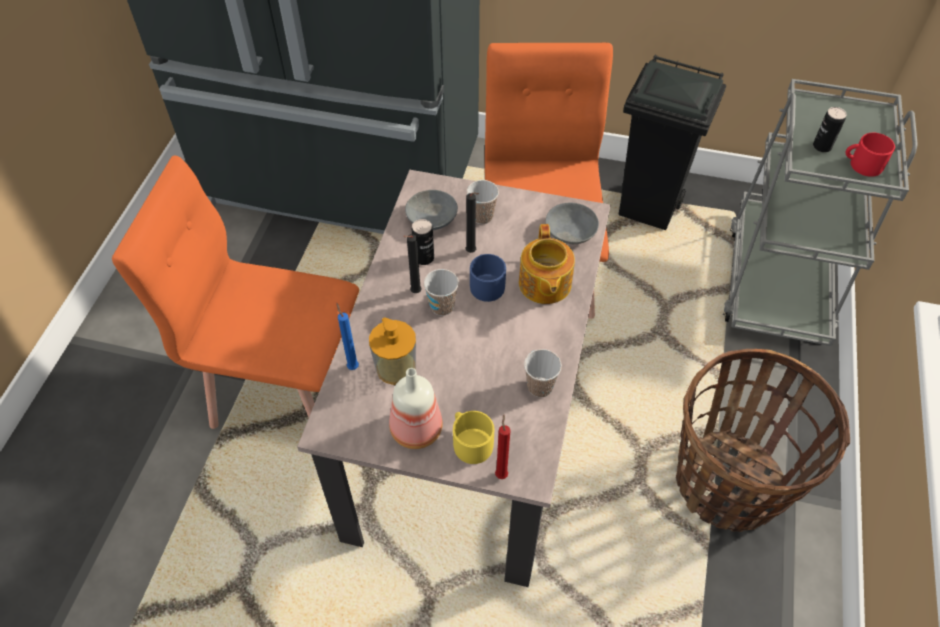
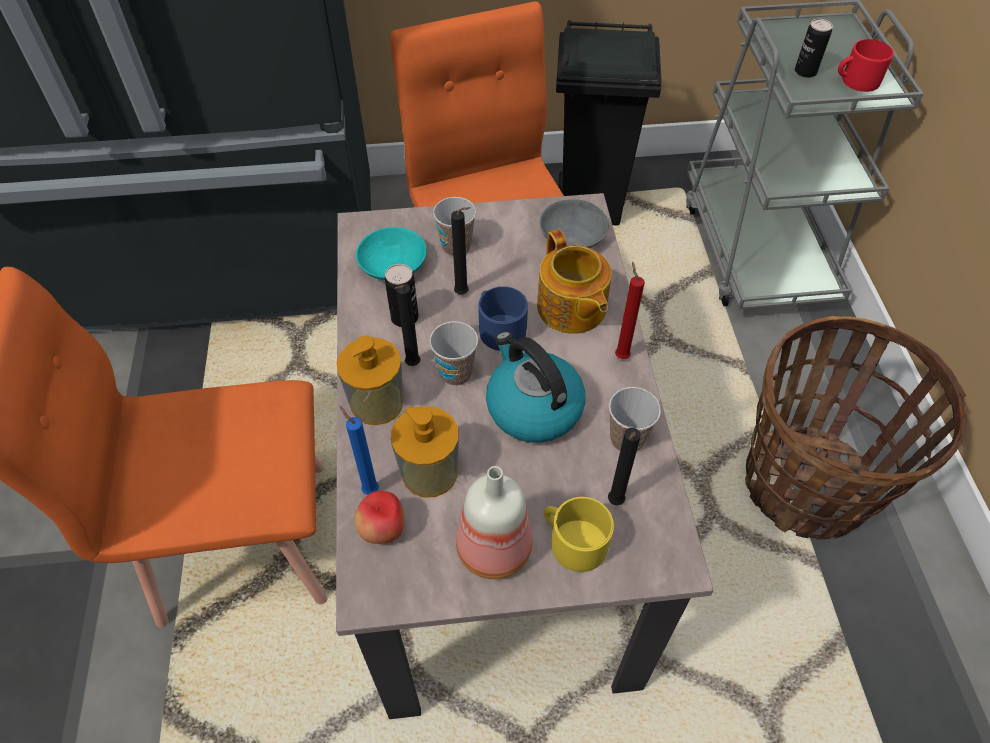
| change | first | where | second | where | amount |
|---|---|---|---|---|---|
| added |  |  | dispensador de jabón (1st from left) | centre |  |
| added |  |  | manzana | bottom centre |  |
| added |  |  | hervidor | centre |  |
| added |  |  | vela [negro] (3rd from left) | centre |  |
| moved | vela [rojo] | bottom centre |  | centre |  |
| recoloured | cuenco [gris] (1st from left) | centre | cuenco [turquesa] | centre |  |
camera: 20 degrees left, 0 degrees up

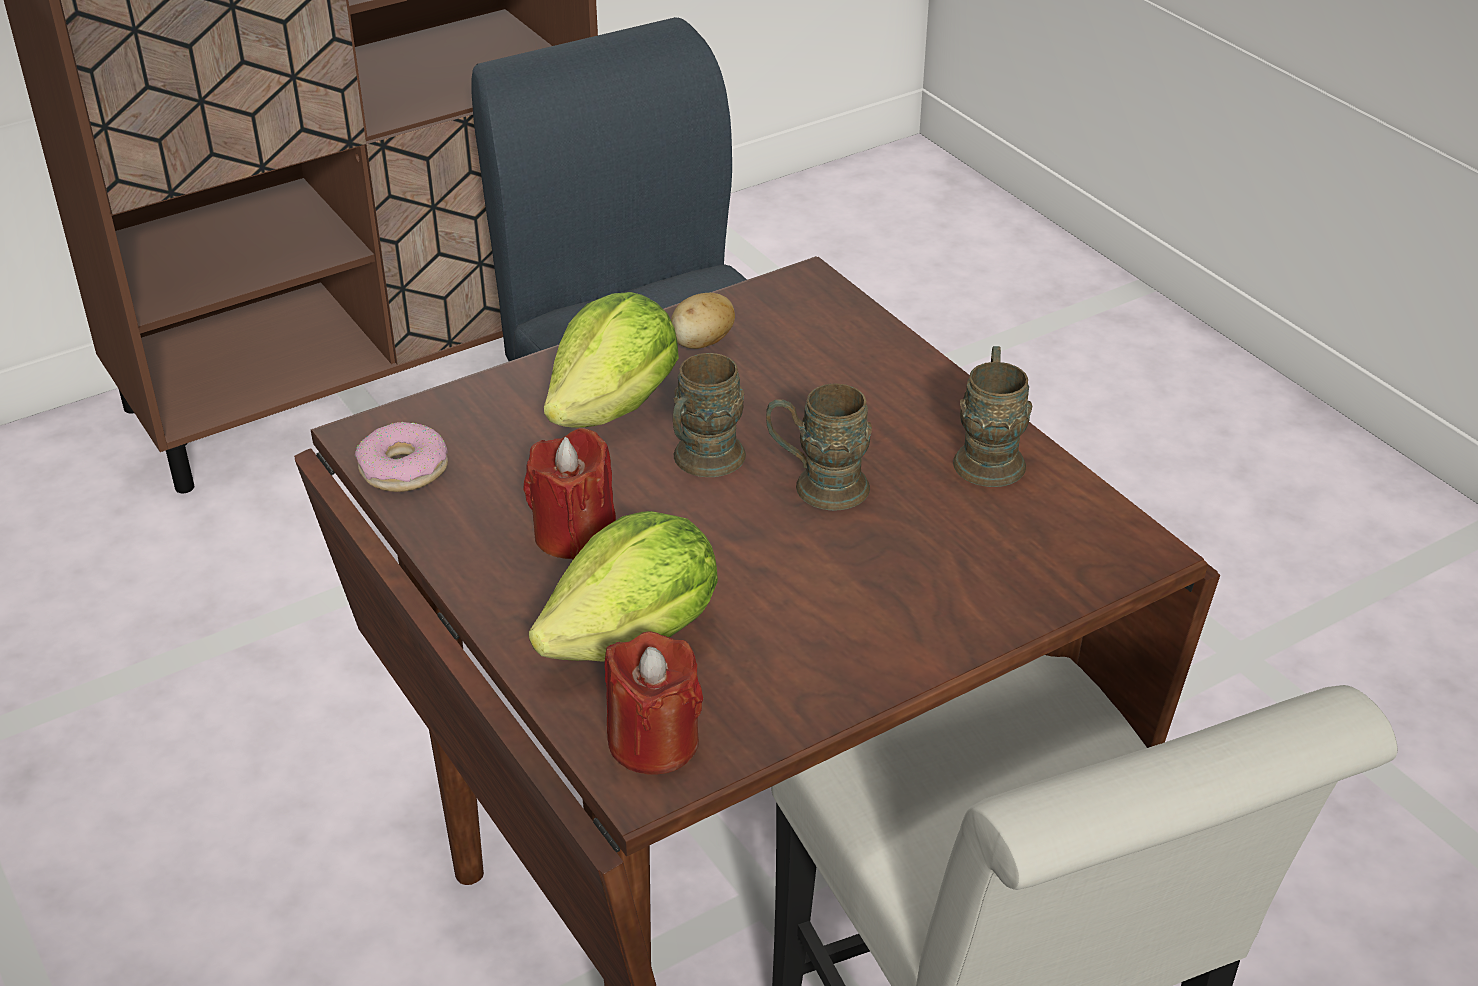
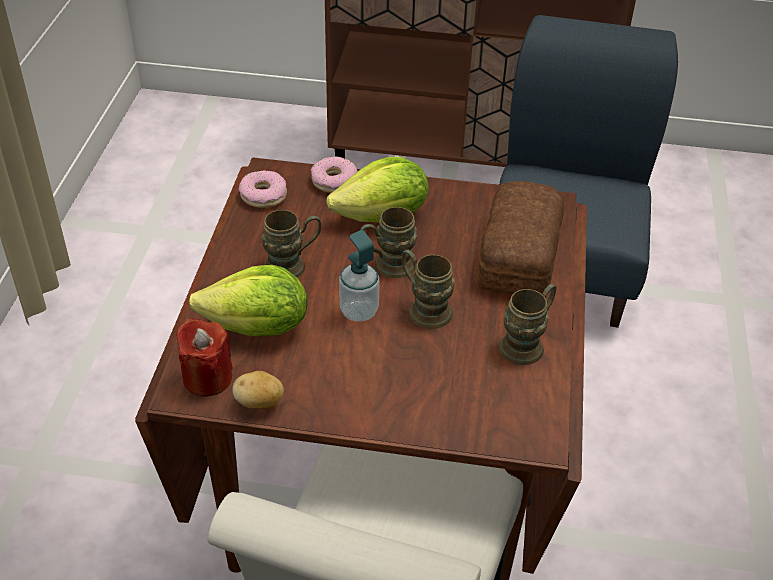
| change | first | where | second | where | amount |
|---|---|---|---|---|---|
| added |  |  | rosquilla (2nd from left) | top centre |  |
| added |  |  | dispensador de jabón | centre |  |
| added |  |  | pan | middle right |  |
| moved | patata | top centre |  | bottom centre |  |
| replaced | vela [rojo] (1st from left) | centre | taza grande [marrón] (1st from left) | centre |  |
camera: 40 degrees right, 5 degrees up

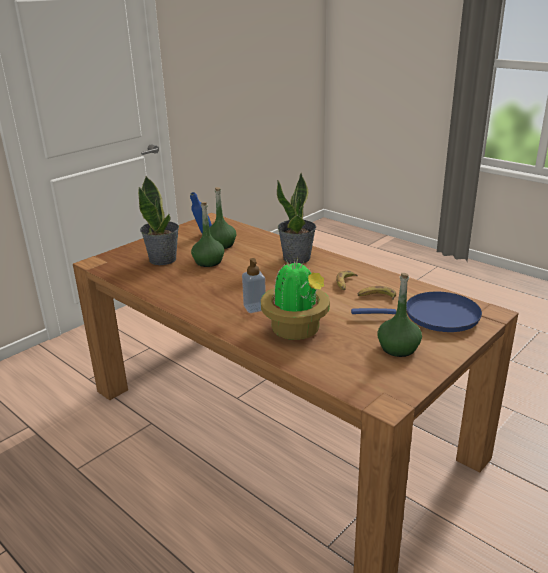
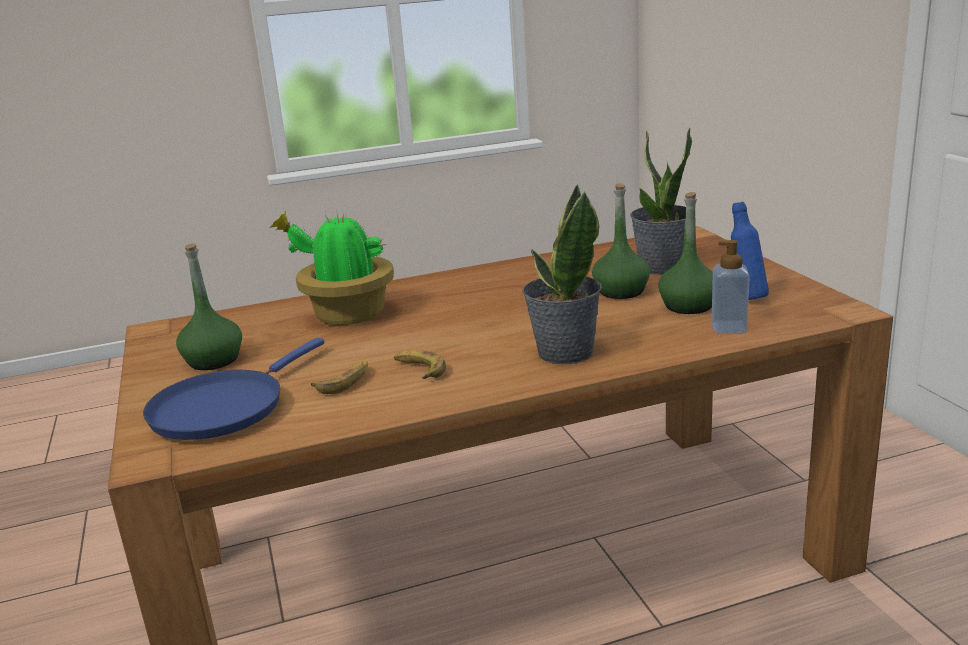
| change | first | where | second | where | amount |
|---|---|---|---|---|---|
| moved | dispensador de jabón | centre |  | middle right |  |
camera: 120 degrees right, 5 degrees down

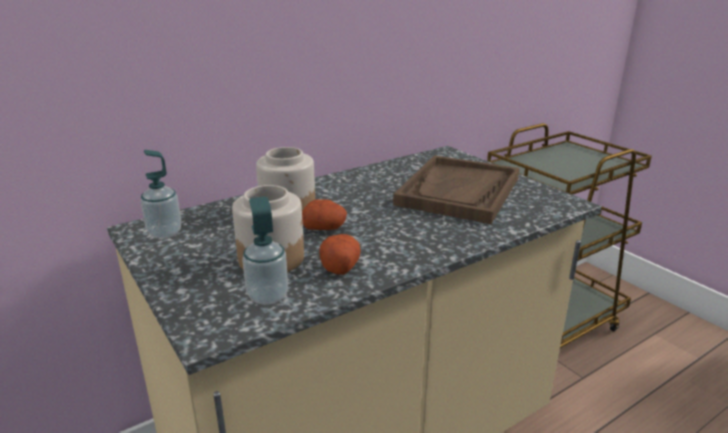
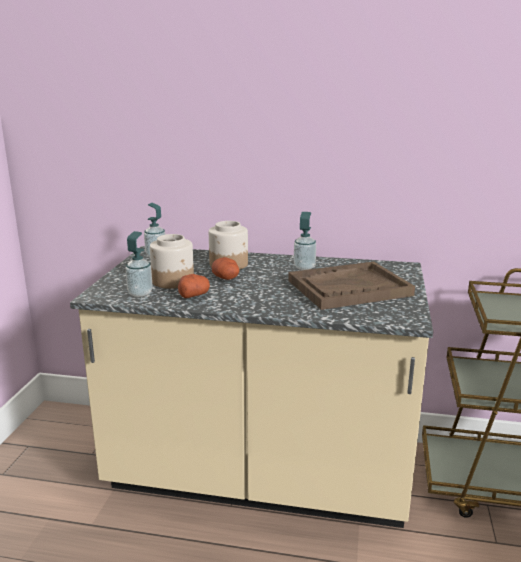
| change | first | where | second | where | amount |
|---|---|---|---|---|---|
| added |  |  | dispensador de jabón (3rd from left) | centre |  |
camera: 45 degrees right, 5 degrees down

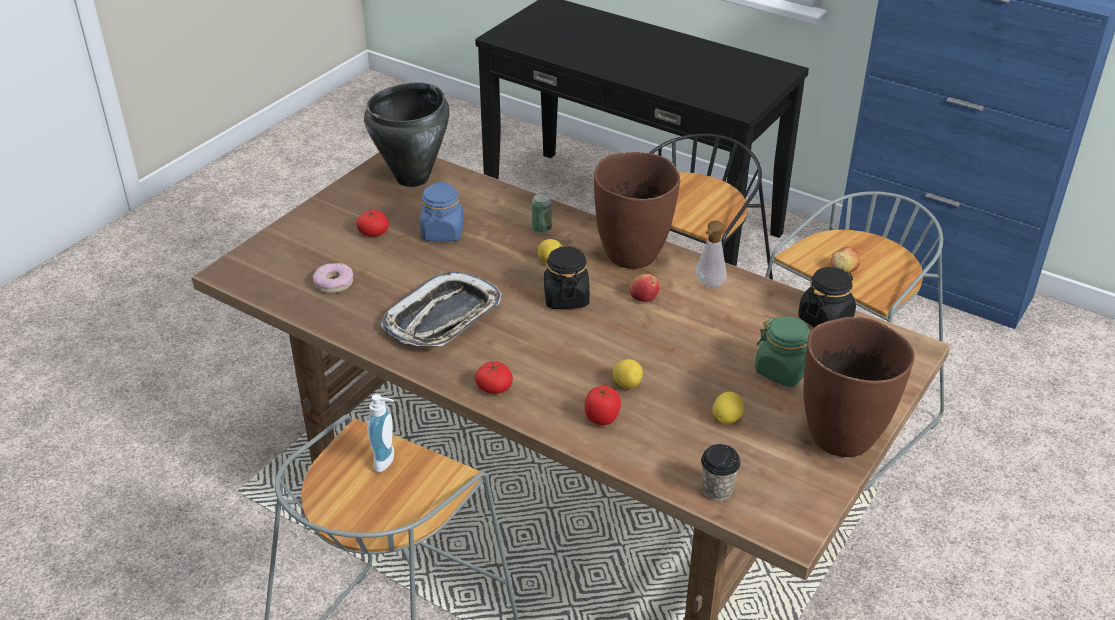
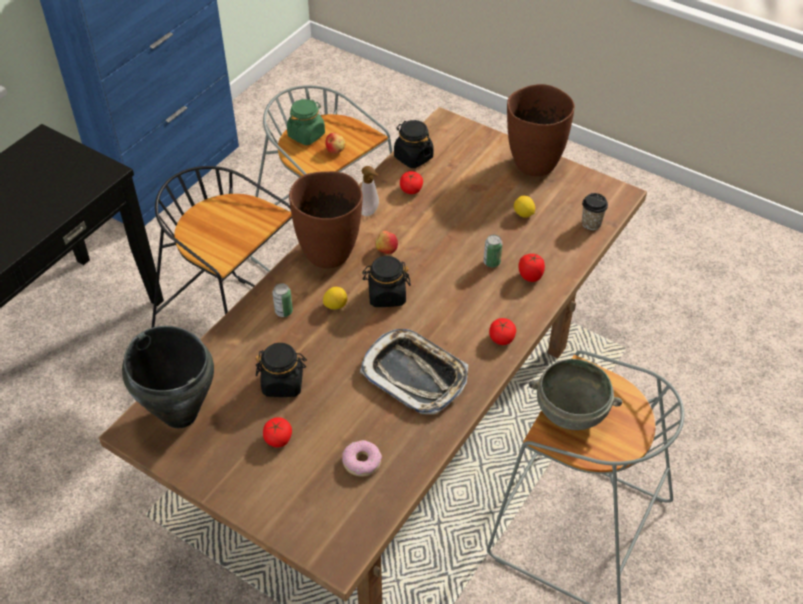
| change | first | where | second | where | amount |
|---|---|---|---|---|---|
| added |  |  | tomate (2nd from left) | top centre |  |
| moved | tarro [verde] | middle right |  | top centre |  |
| replaced | dispensador de jabón (1st from left) | bottom centre | cuenco [gris] | middle right |  |
| replaced | limón (2nd from left) | centre | lata (2nd from left) | centre |  |
| recoloured | tarro [azul] | centre | tarro [negro] (1st from left) | centre |  |
camera: 90 degrees left, 10 degrees up

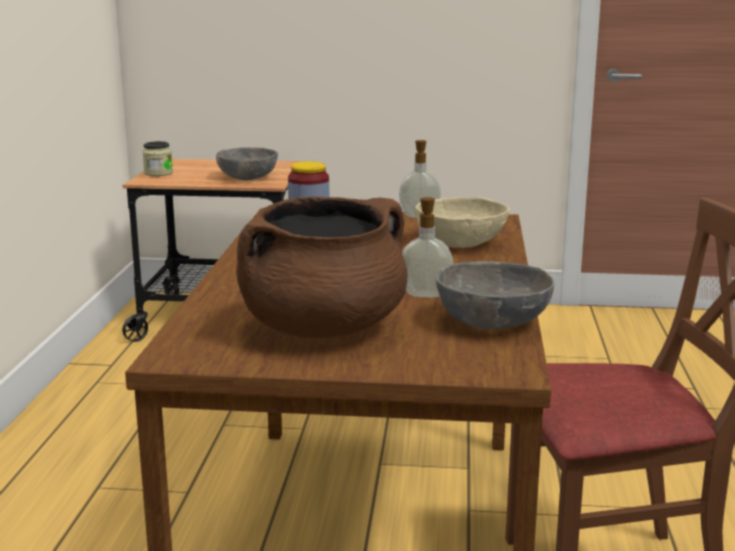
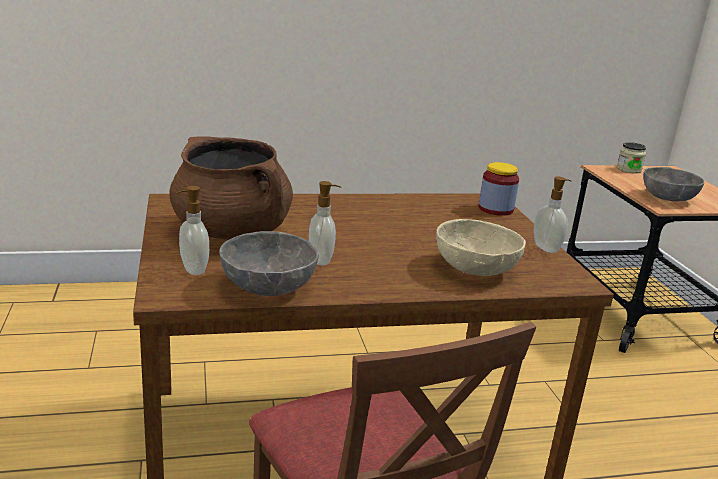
| change | first | where | second | where | amount |
|---|---|---|---|---|---|
| added |  |  | dispensador de jabón (1st from left) | middle left |  |
camera: 70 degrees right, 5 degrees up

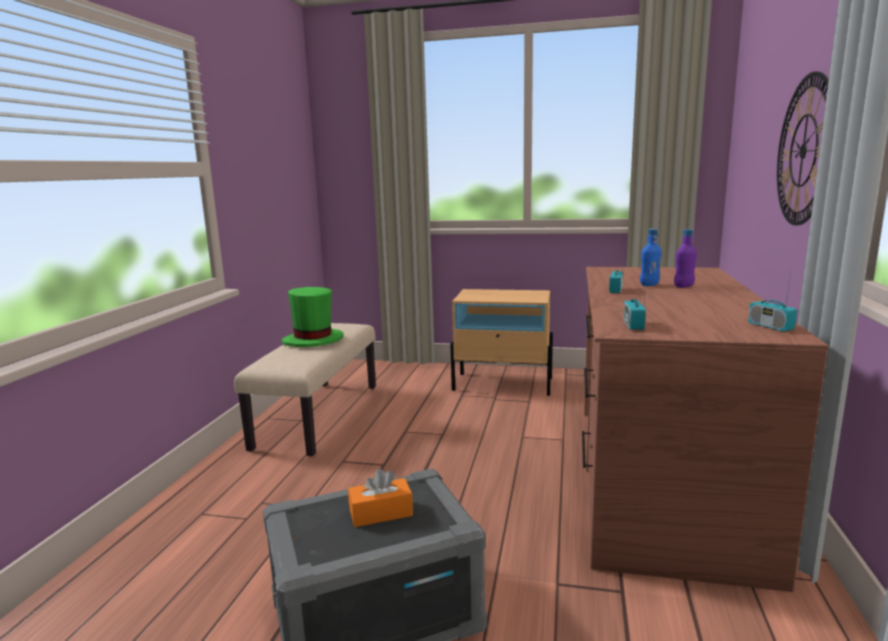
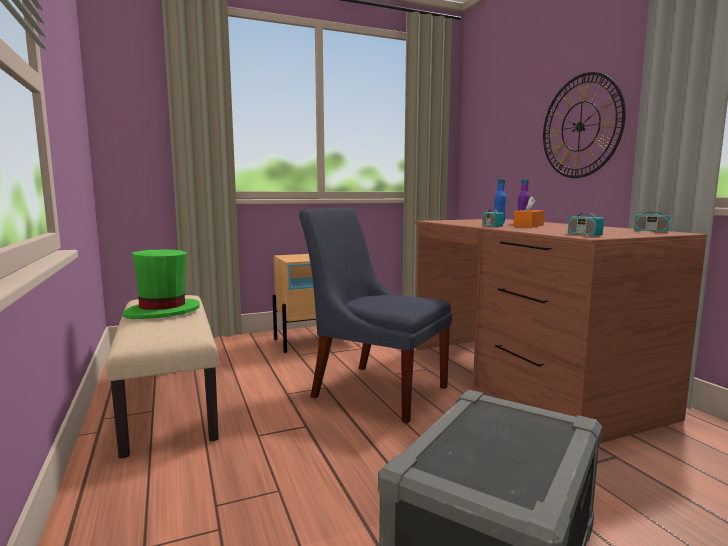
| change | first | where | second | where | amount |
|---|---|---|---|---|---|
| added |  |  | silla [azul] | centre |  |
| moved | caja de pañuelos [naranja] | bottom centre |  | middle right |  |
camera: 35 degrees left, 5 degrees down

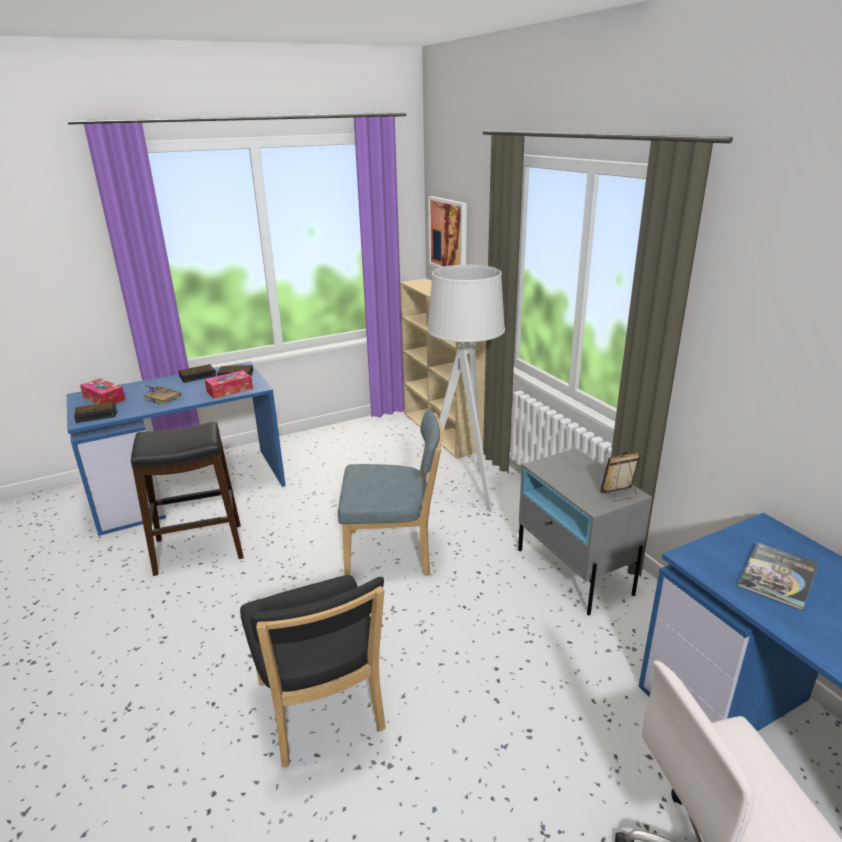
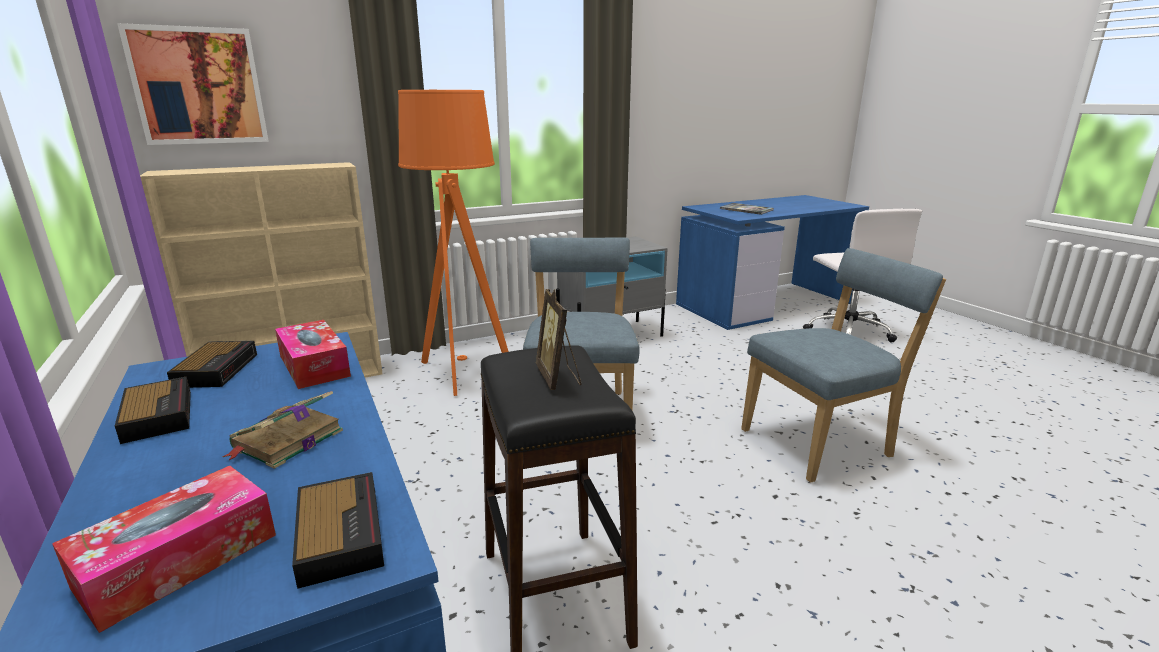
| change | first | where | second | where | amount |
|---|---|---|---|---|---|
| moved | portarretratos | middle right |  | centre |  |
| recoloured | silla [negro] | bottom centre | silla [azul] (2nd from left) | middle right |  |
| recoloured | lámpara de pie [gris] | centre | lámpara de pie [naranja] | centre |  |
camera: 90 degrees left, 5 degrees down

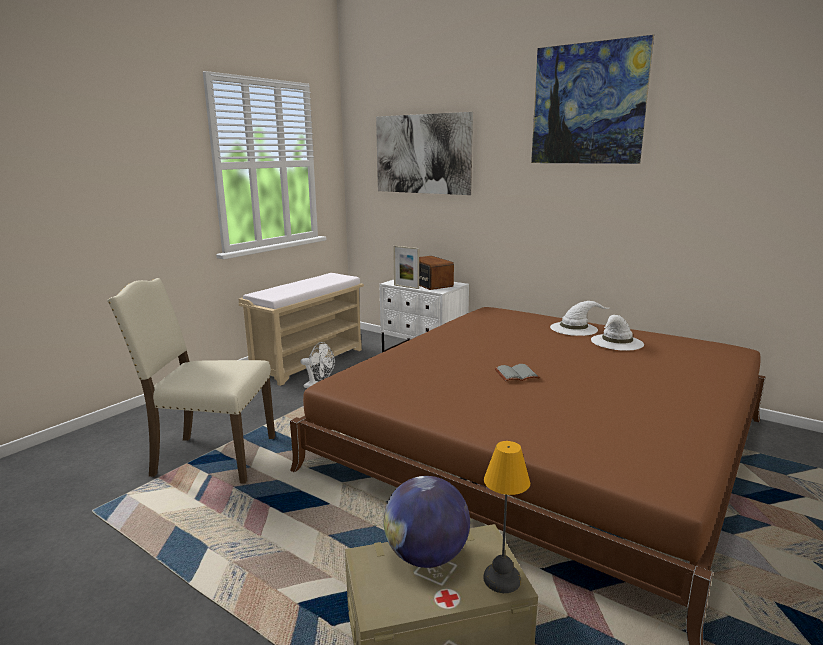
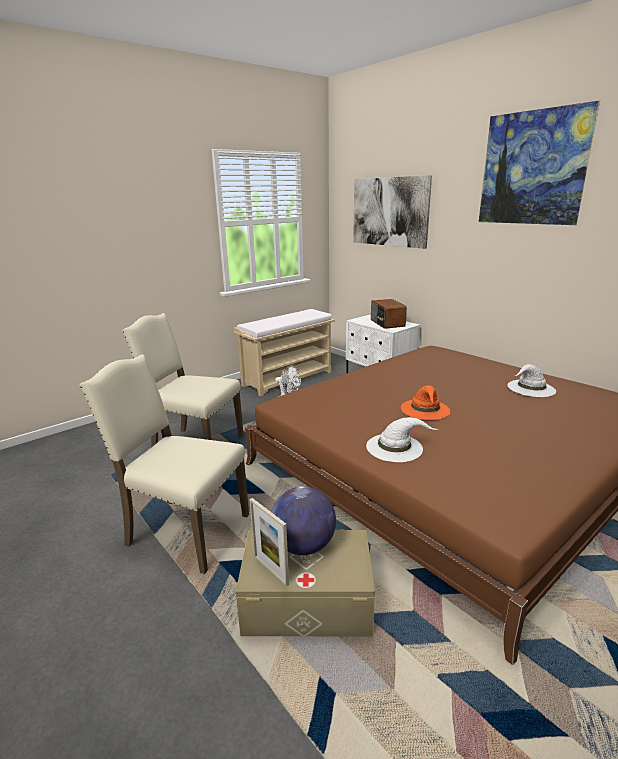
| change | first | where | second | where | amount |
|---|---|---|---|---|---|
| removed | lámpara de mesa | bottom centre |  |  |  |
| added |  |  | silla [beis] (1st from left) | middle left |  |
| moved | portarretratos | centre |  | bottom centre |  |
| moved | sombrero [blanco] (1st from left) | middle right |  | centre |  |
| replaced | libro [gris] | centre | sombrero [naranja] | middle right |  |
camera: 15 degrees right, 5 degrees up

